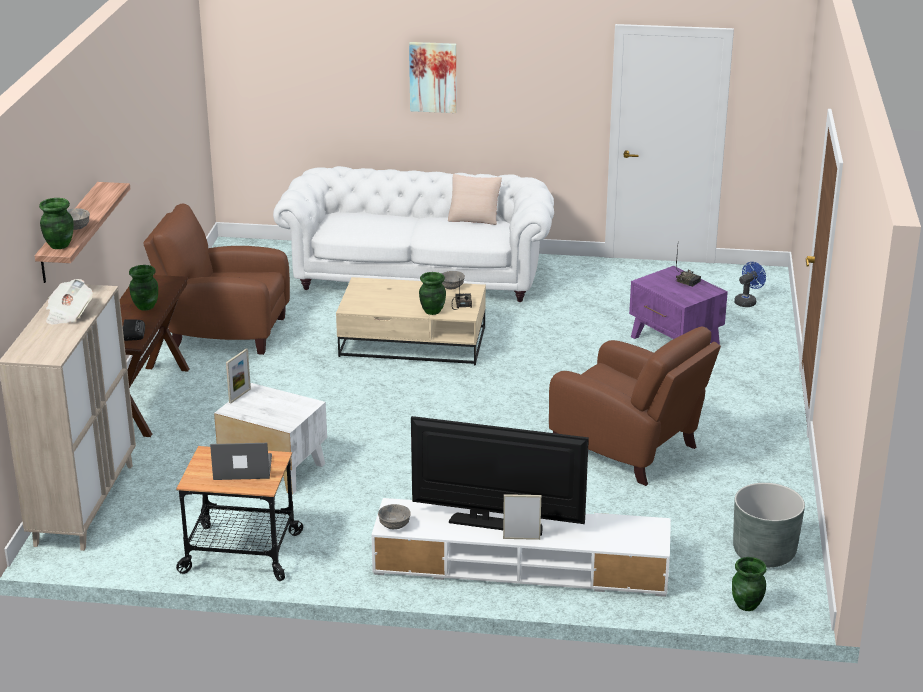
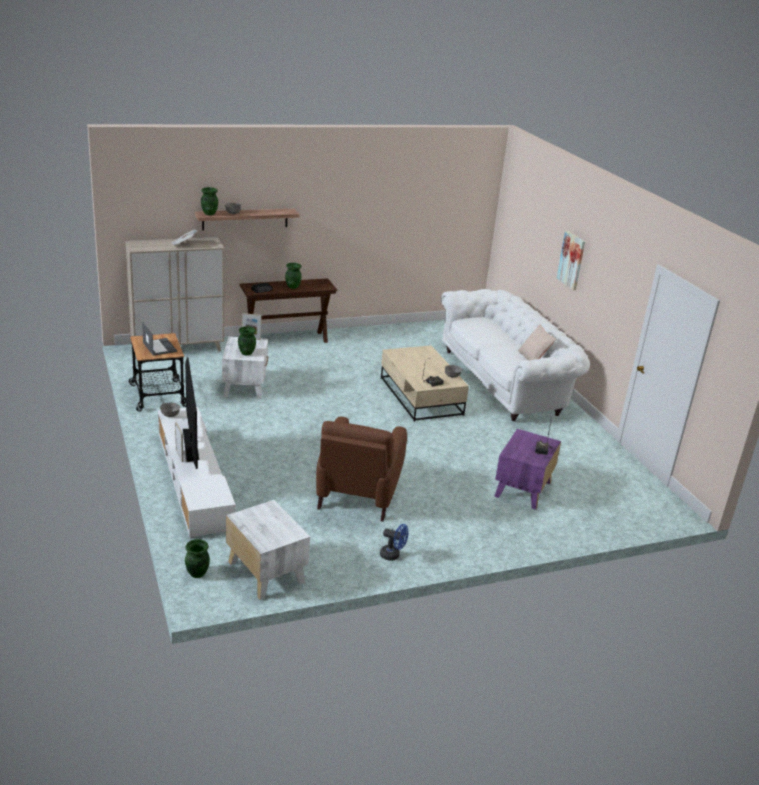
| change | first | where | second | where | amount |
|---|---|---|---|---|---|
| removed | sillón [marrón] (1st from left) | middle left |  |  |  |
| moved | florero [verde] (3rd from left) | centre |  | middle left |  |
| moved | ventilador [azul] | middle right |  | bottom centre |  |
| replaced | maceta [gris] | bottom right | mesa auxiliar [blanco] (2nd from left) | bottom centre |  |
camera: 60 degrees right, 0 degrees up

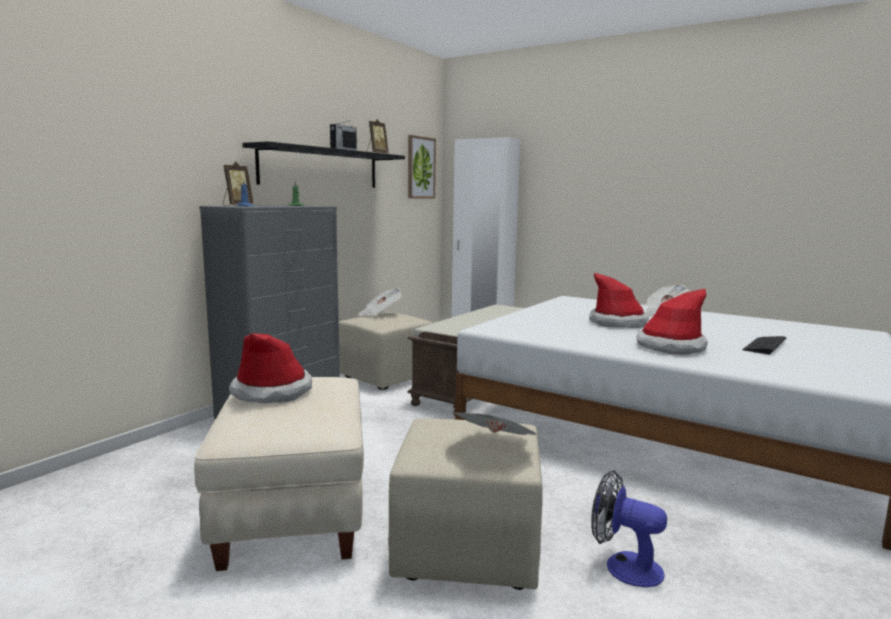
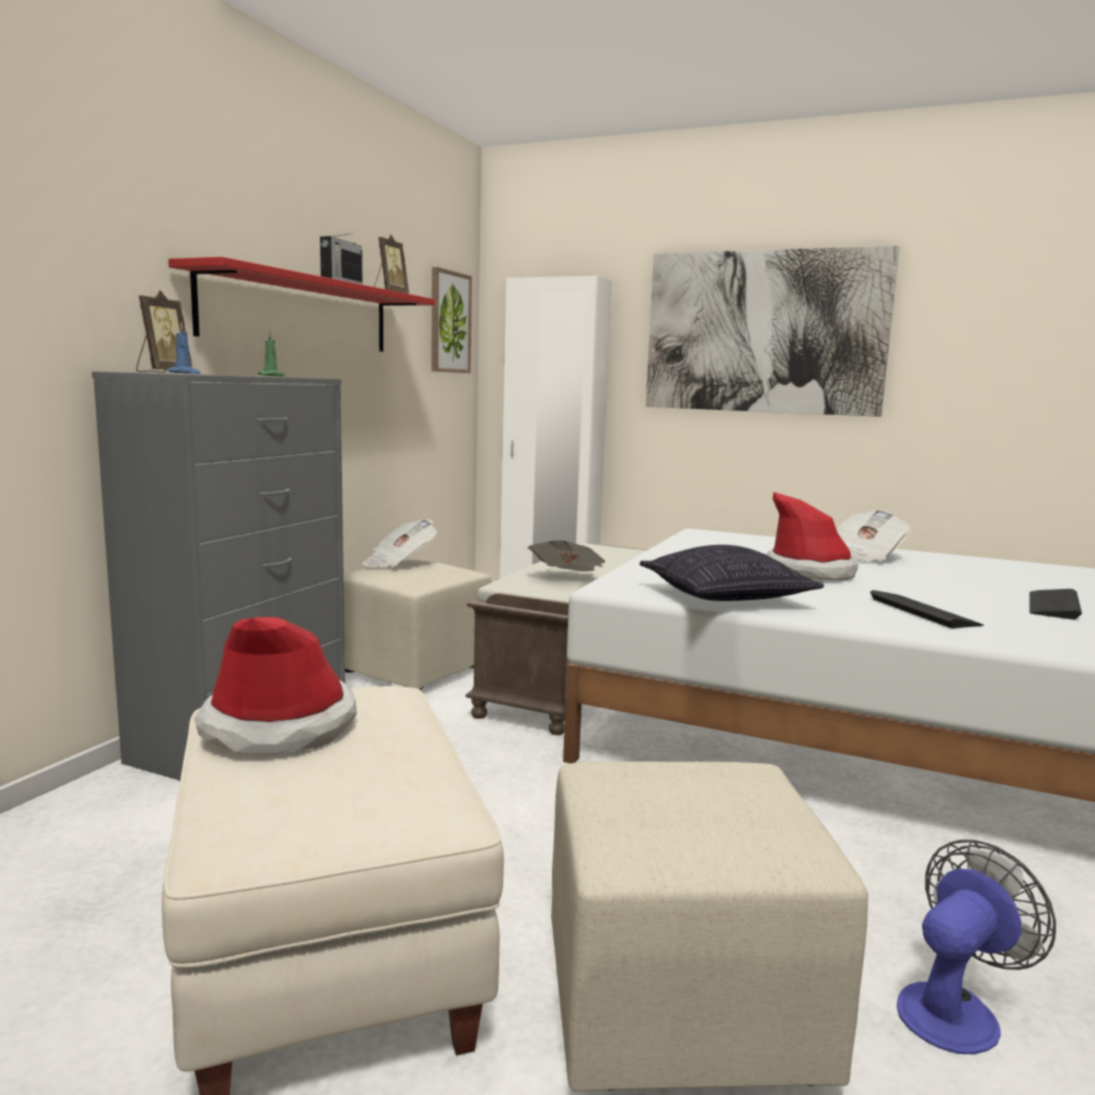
| change | first | where | second | where | amount |
|---|---|---|---|---|---|
| added |  |  | cojín | middle right |  |
| added |  |  | cuadro (2nd from left) | top right |  |
| moved | periódico (2nd from left) | bottom centre |  | centre |  |
| replaced | sombrero (3rd from left) | middle right | teclado (1st from left) | middle right |  |
| recoloured | estante [negro] | top centre | estante [rojo] | top left |  |
| turned | ventilador | bottom right |  | bottom right | 120 degrees clockwise |
camera: 10 degrees left, 0 degrees up

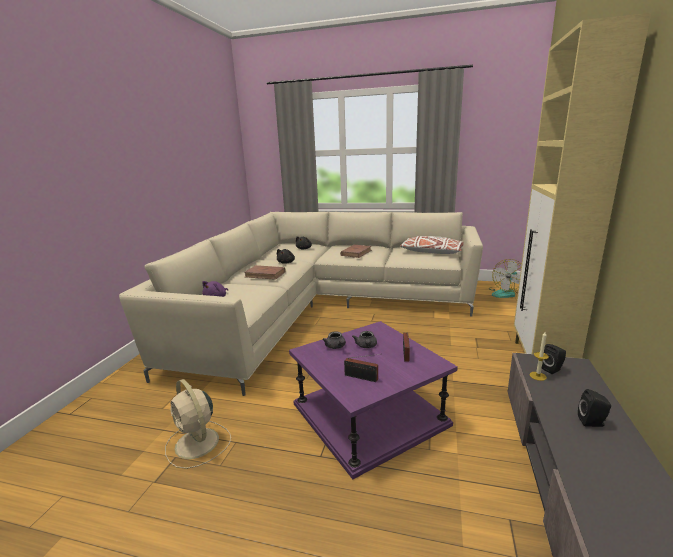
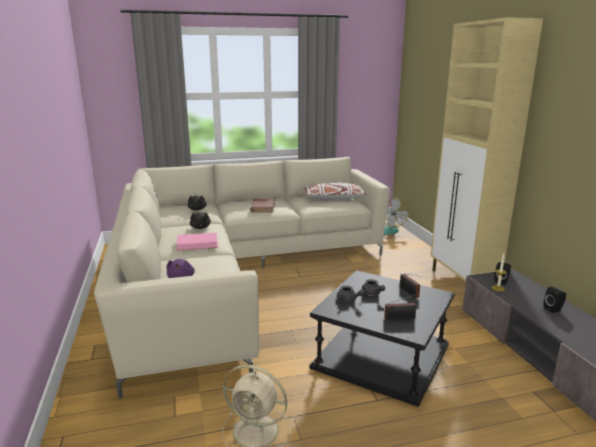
| change | first | where | second | where | amount |
|---|---|---|---|---|---|
| recoloured | libro [marrón] (1st from left) | centre | libro [rosa] | middle left |  |
| recoloured | mesa auxiliar [morado] | bottom centre | mesa auxiliar [negro] | bottom centre |  |
camera: 30 degrees left, 0 degrees up

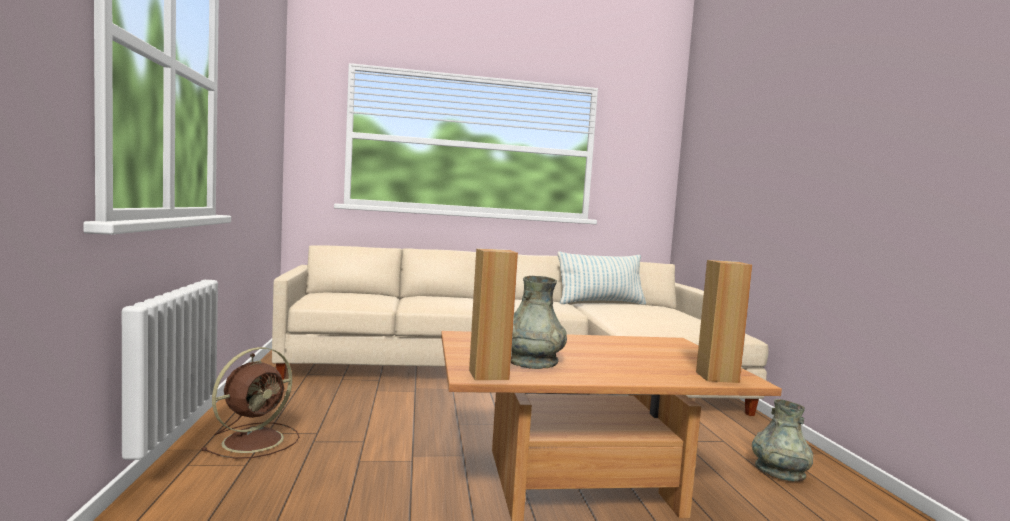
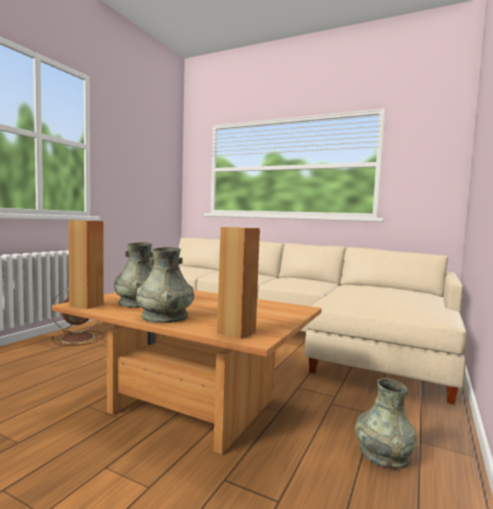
| change | first | where | second | where | amount |
|---|---|---|---|---|---|
| removed | cojín | centre |  |  |  |
| added |  |  | florero [gris] (2nd from left) | centre |  |
camera: 35 degrees right, 0 degrees up

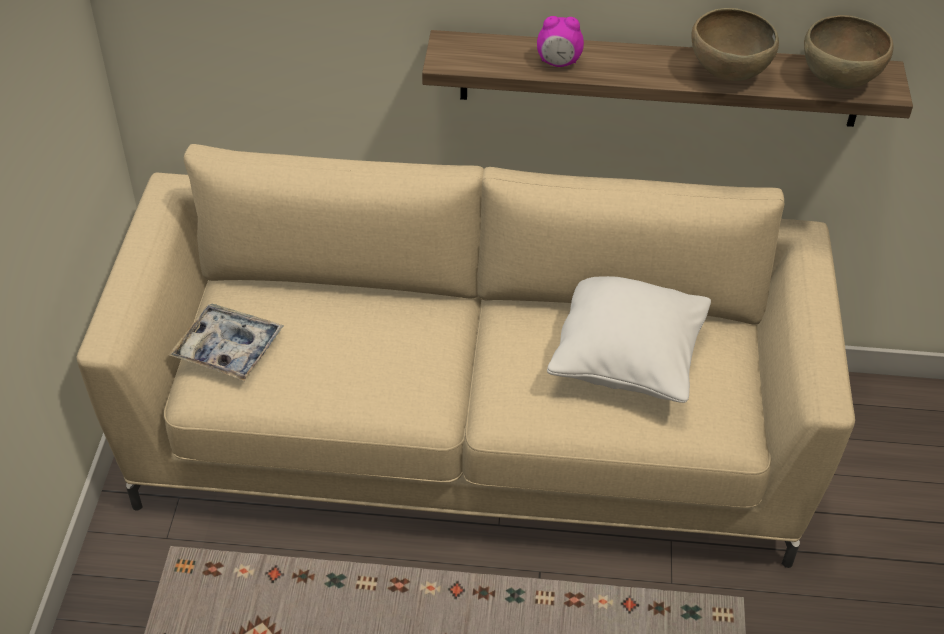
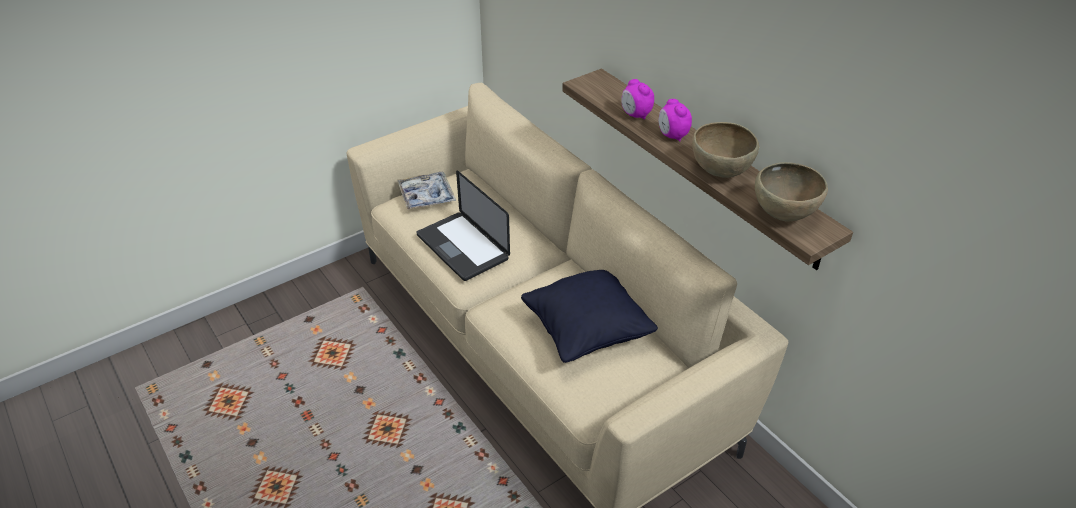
| change | first | where | second | where | amount |
|---|---|---|---|---|---|
| added |  |  | portátil | centre |  |
| added |  |  | despertador (2nd from left) | top centre |  |
| recoloured | cojín [blanco] | centre | cojín [negro] | centre |  |
camera: 50 degrees right, 5 degrees down

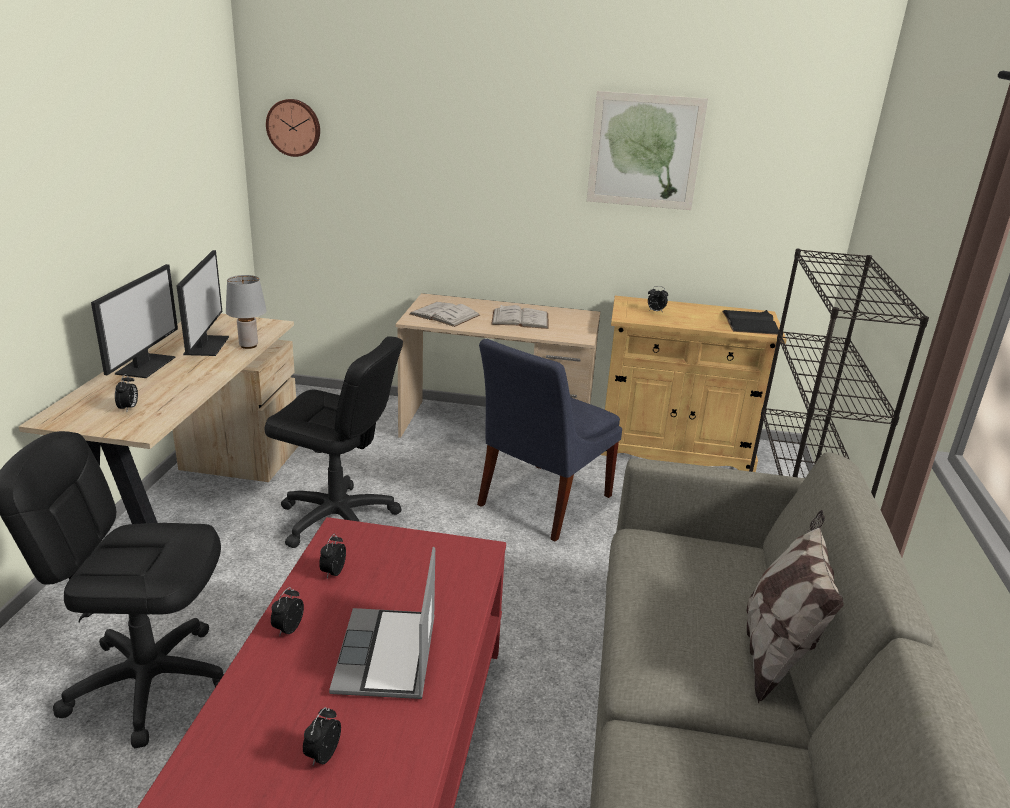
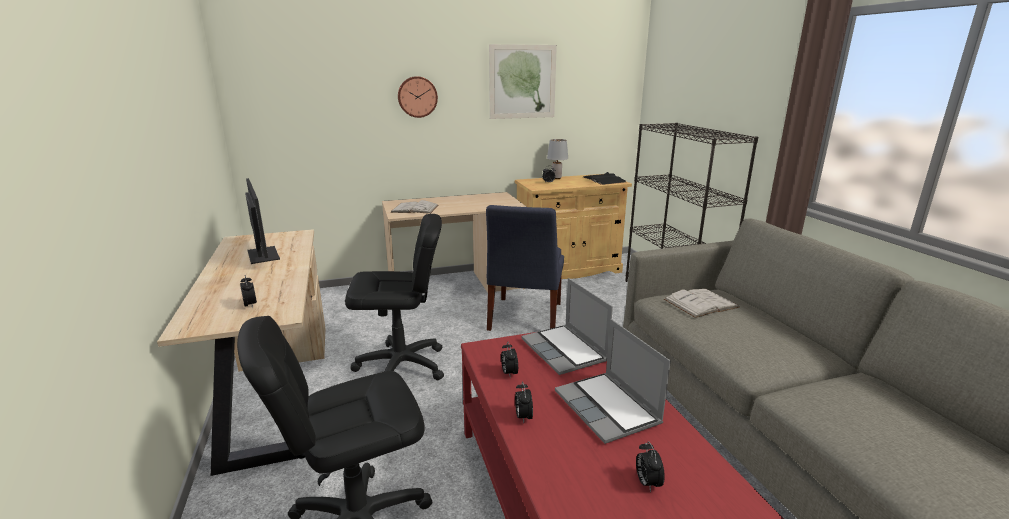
| change | first | where | second | where | amount |
|---|---|---|---|---|---|
| removed | monitor (1st from left) | middle left |  |  |  |
| removed | cojín | bottom right |  |  |  |
| added |  |  | portátil (1st from left) | centre |  |
| moved | lámpara de mesa [gris] | middle left |  | top centre |  |
| moved | reloj de pared | top left |  | top centre |  |
| moved | libro [blanco] (2nd from left) | centre |  | middle right |  |
camera: 25 degrees left, 5 degrees down

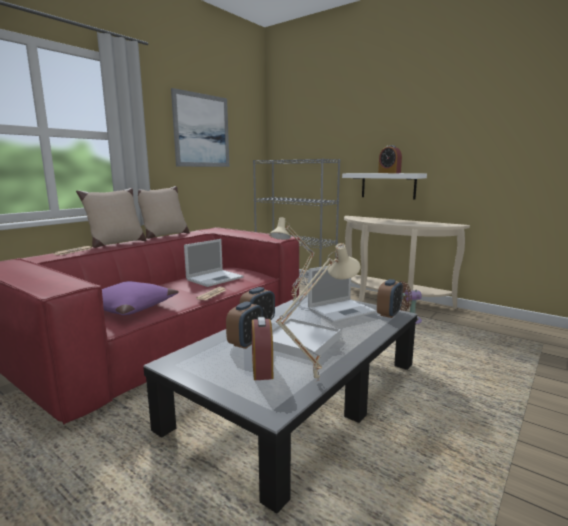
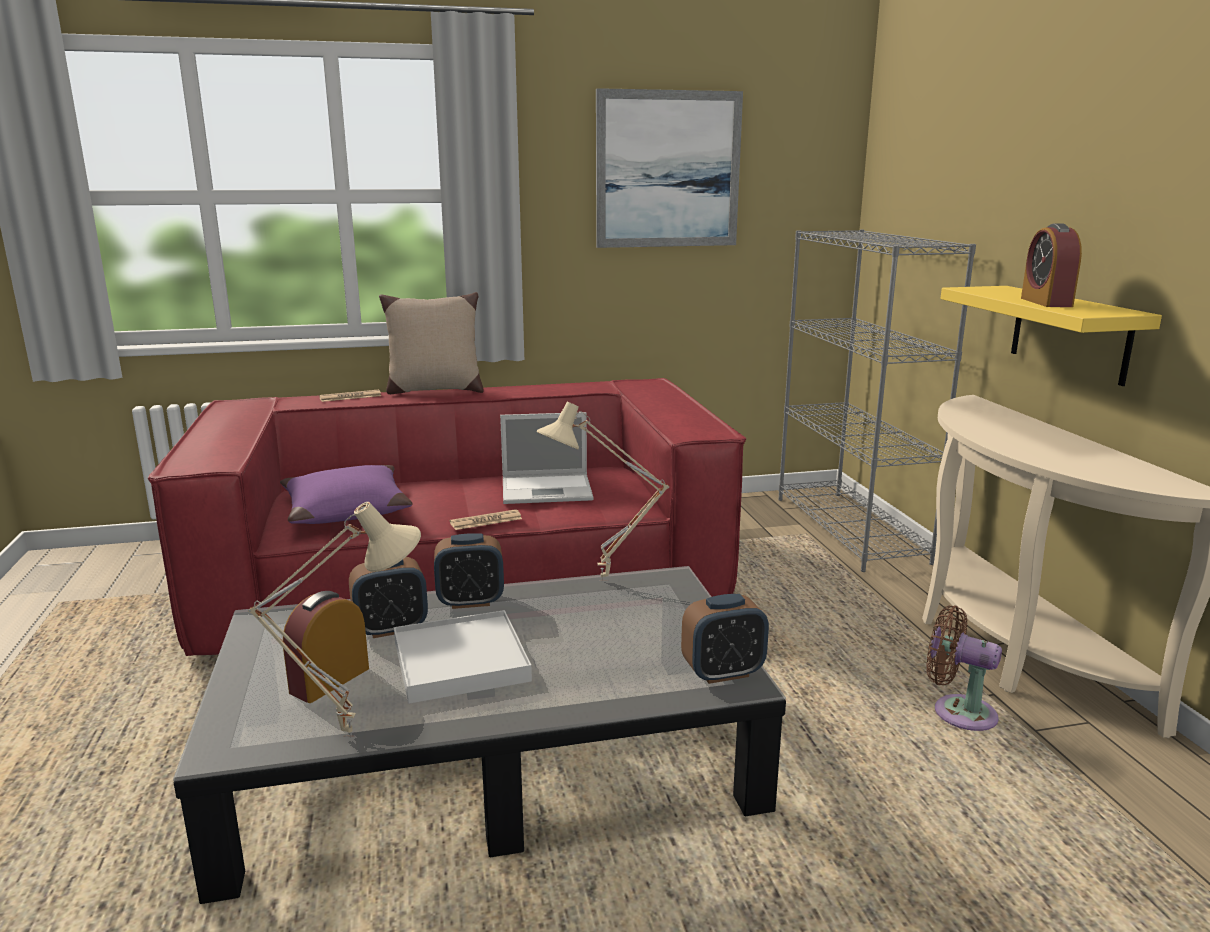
| change | first | where | second | where | amount |
|---|---|---|---|---|---|
| removed | cojín [beis] (2nd from left) | middle left |  |  |  |
| removed | portátil (2nd from left) | centre |  |  |  |
| recoloured | estante [blanco] | middle right | estante [amarillo] | middle right |  |
camera: 40 degrees right, 5 degrees up

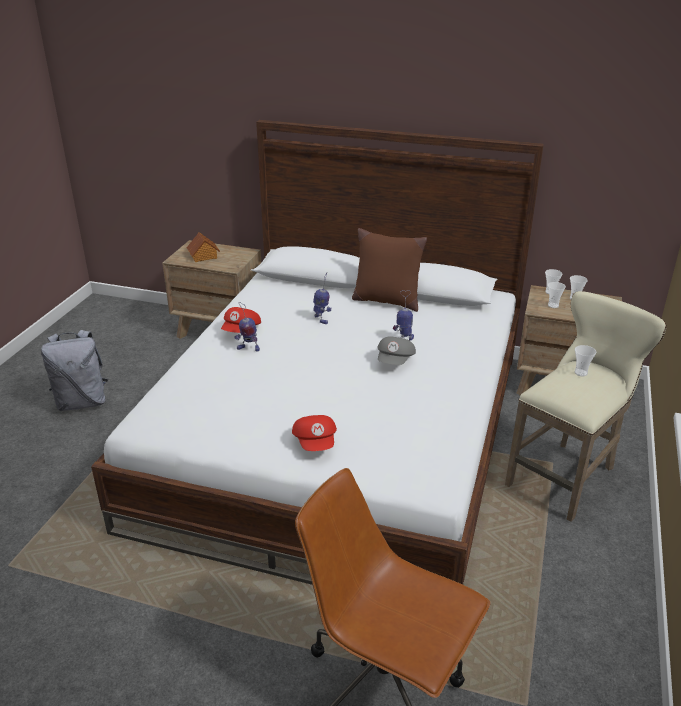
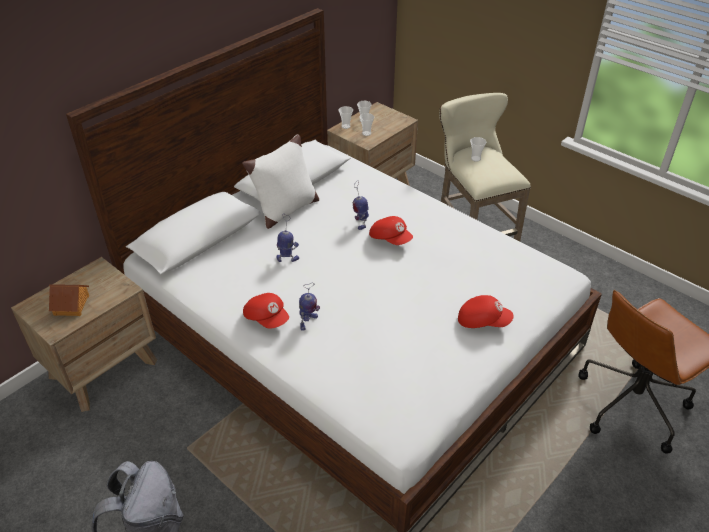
| change | first | where | second | where | amount |
|---|---|---|---|---|---|
| recoloured | cojín [marrón] | centre | cojín [blanco] | centre |  |
| recoloured | gorra [gris] | centre | gorra [rojo] (2nd from left) | centre |  |
camera: 65 degrees left, 10 degrees up

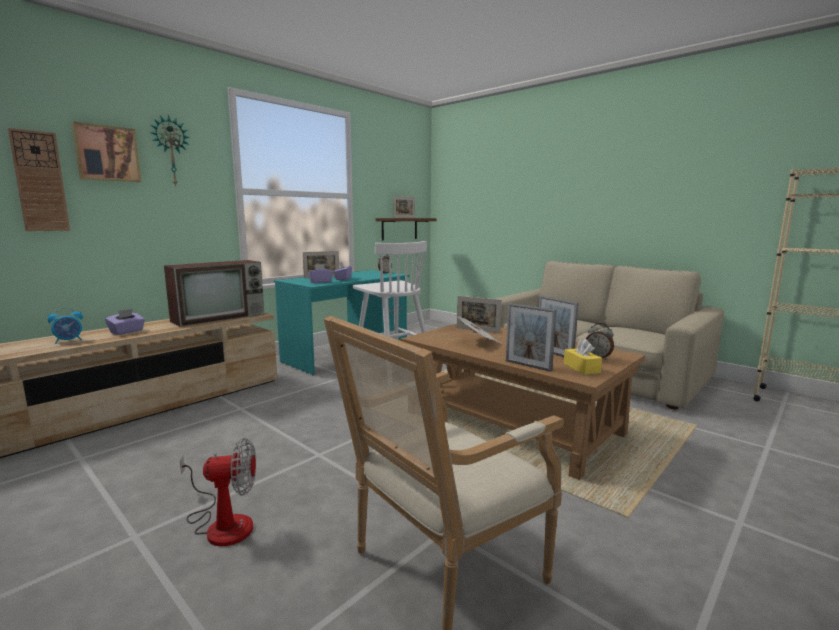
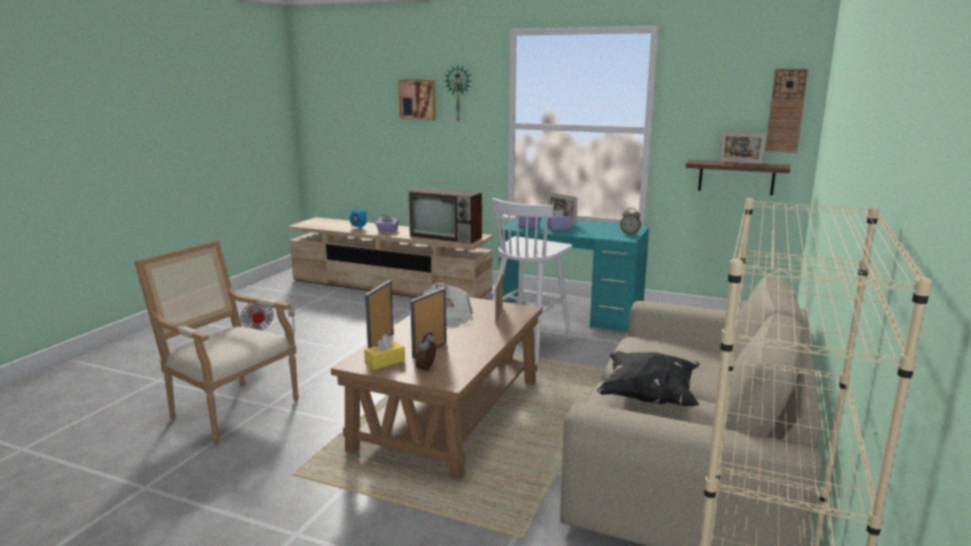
| change | first | where | second | where | amount |
|---|---|---|---|---|---|
| added |  |  | cojín [negro] | bottom centre |  |
| moved | reloj de pared (1st from left in the first image) | top left | reloj de pared (2nd from left) | top right |  |
camera: 70 degrees right, 5 degrees up

